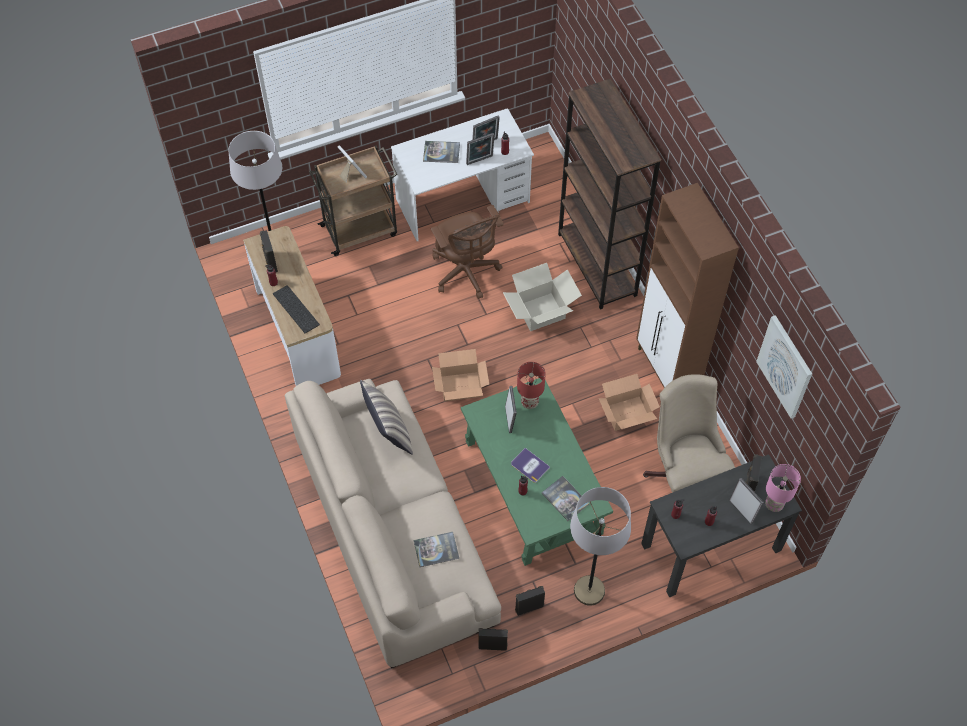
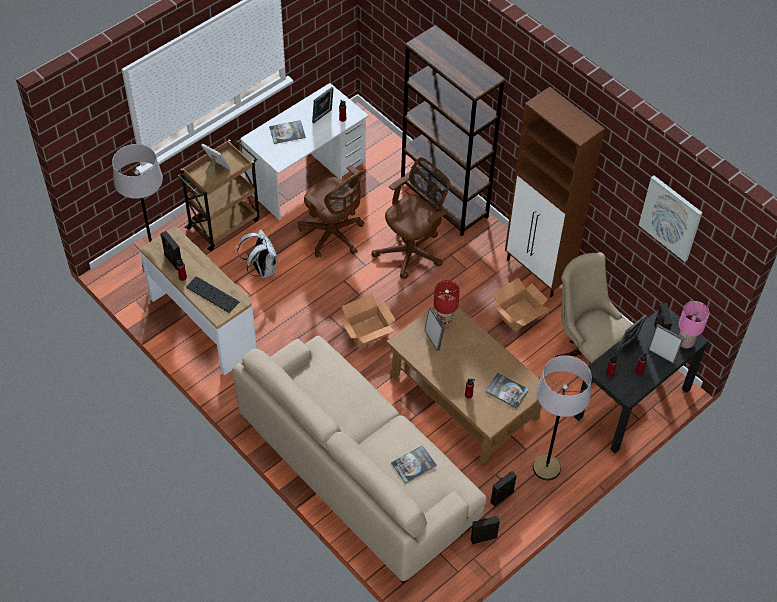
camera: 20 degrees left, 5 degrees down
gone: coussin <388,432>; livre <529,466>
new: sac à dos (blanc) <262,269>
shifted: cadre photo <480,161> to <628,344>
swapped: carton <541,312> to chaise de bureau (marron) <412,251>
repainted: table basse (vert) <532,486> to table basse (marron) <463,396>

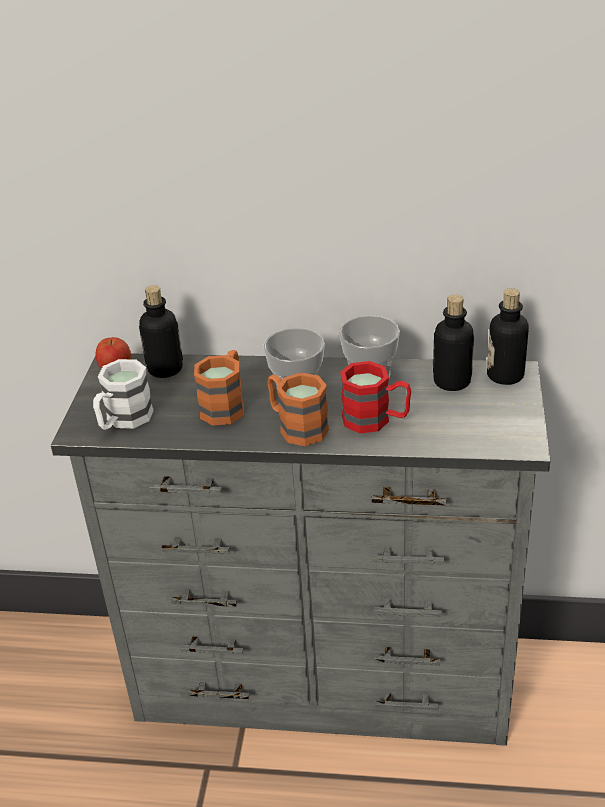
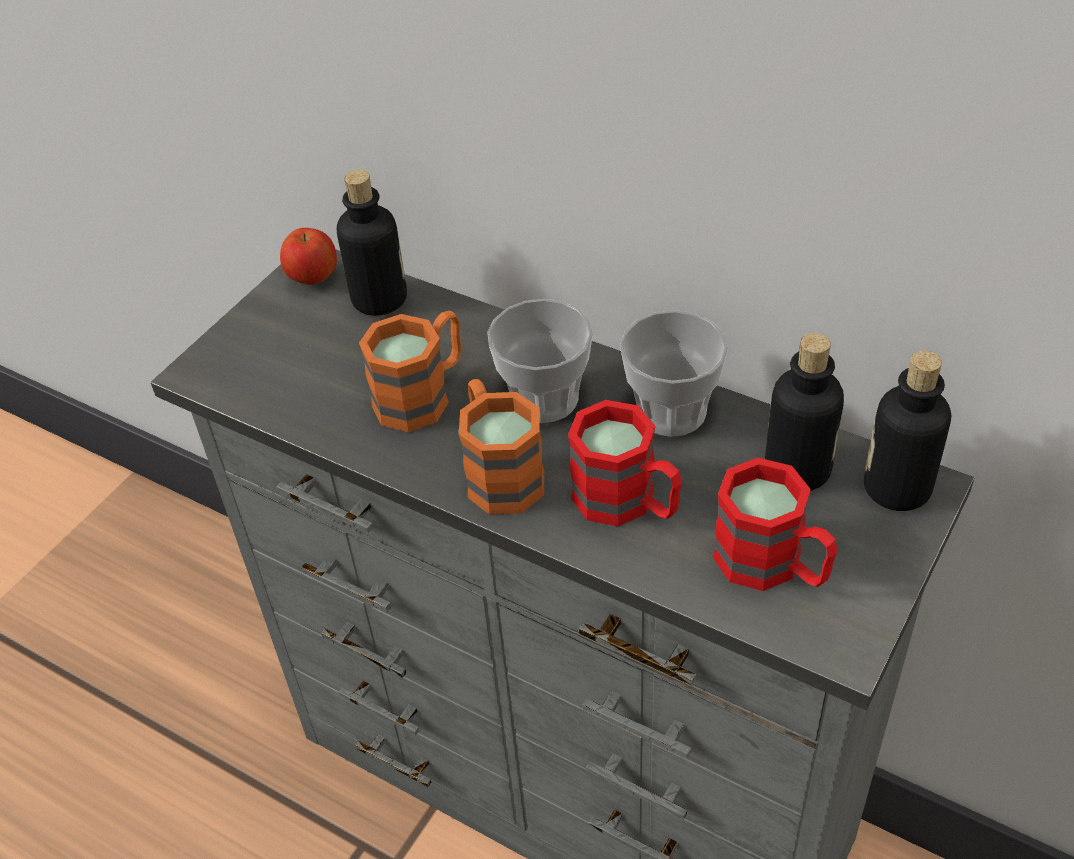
camera: 25 degrees right, 10 degrees up
gone: mug (blanc) <123,420>
new: mug (rouge) <772,566>

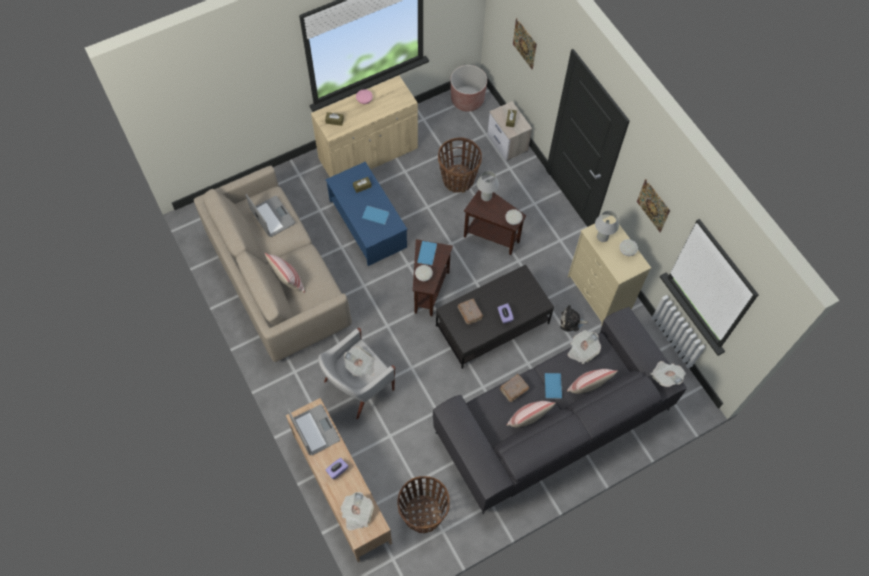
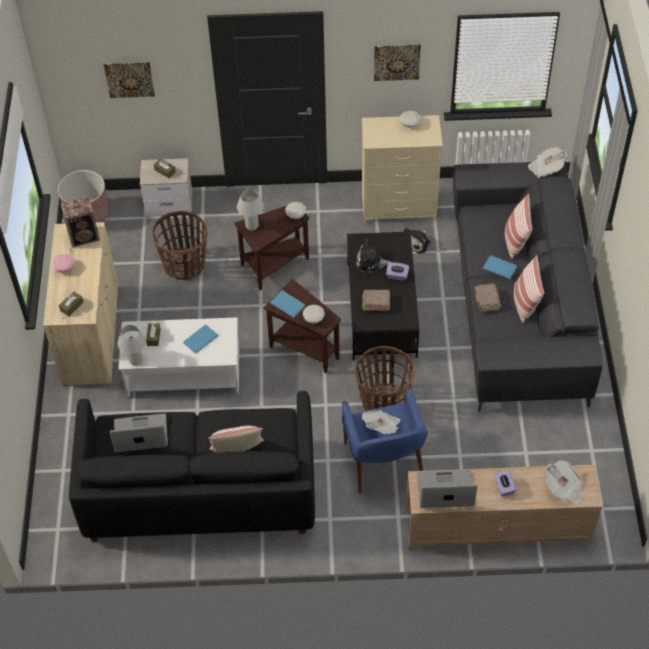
camera: 60 degrees left, 10 degrees down
gone: journal <582,350>
new: enceinte <85,236>; peluche <370,262>
shifted: panier <423,514> to <383,403>; lampe de table (blanc) <602,237> to <135,360>
repainted: canapé (beige) <278,280> to canapé (noir) <199,491>; fauteuil (blanc) <357,386> to fauteuil (bleu) <384,462>; table basse (bleu) <367,223> to table basse (blanc) <183,372>

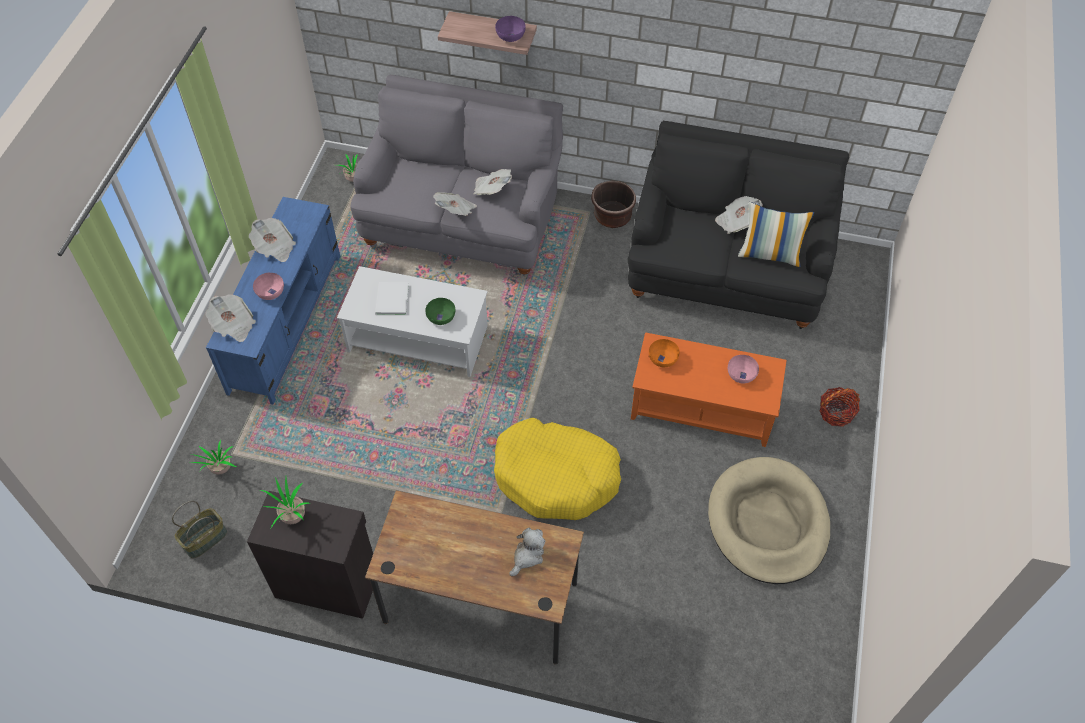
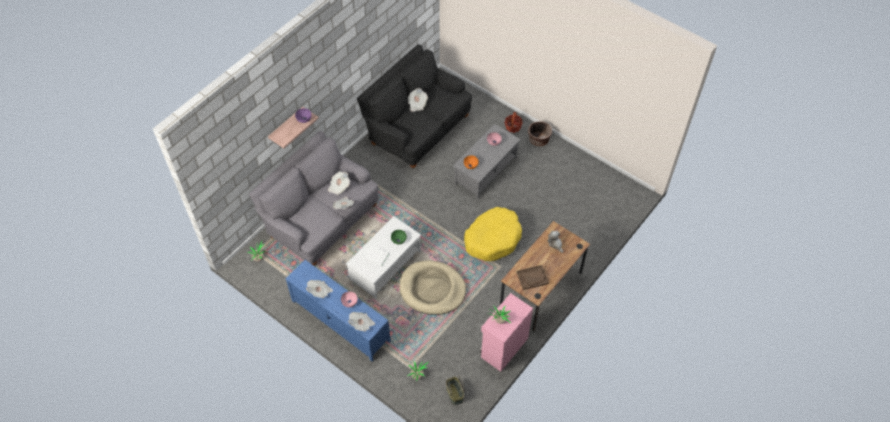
camera: 65 degrees left, 0 degrees up
gone: coussin <770,254>
new: plateau (marron) <532,278>
shifted: cache-pot (marron) <612,216> to <538,140>; panier pour chien (beige) <767,523> to <432,289>
repainted: meuble de rangement (noir) <327,583> to meuble de rangement (rose) <503,347>; table basse (orange) <702,407> to table basse (gris) <485,170>

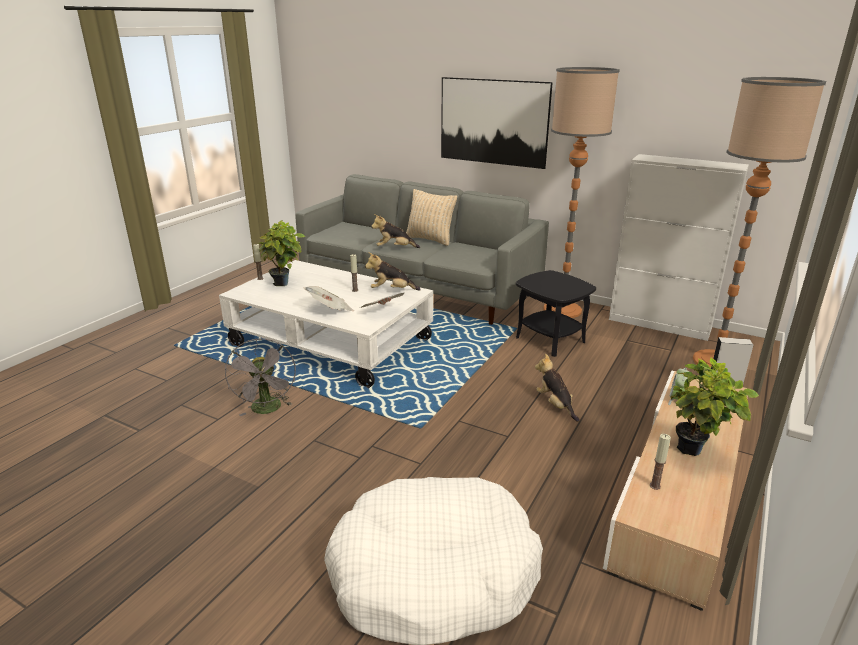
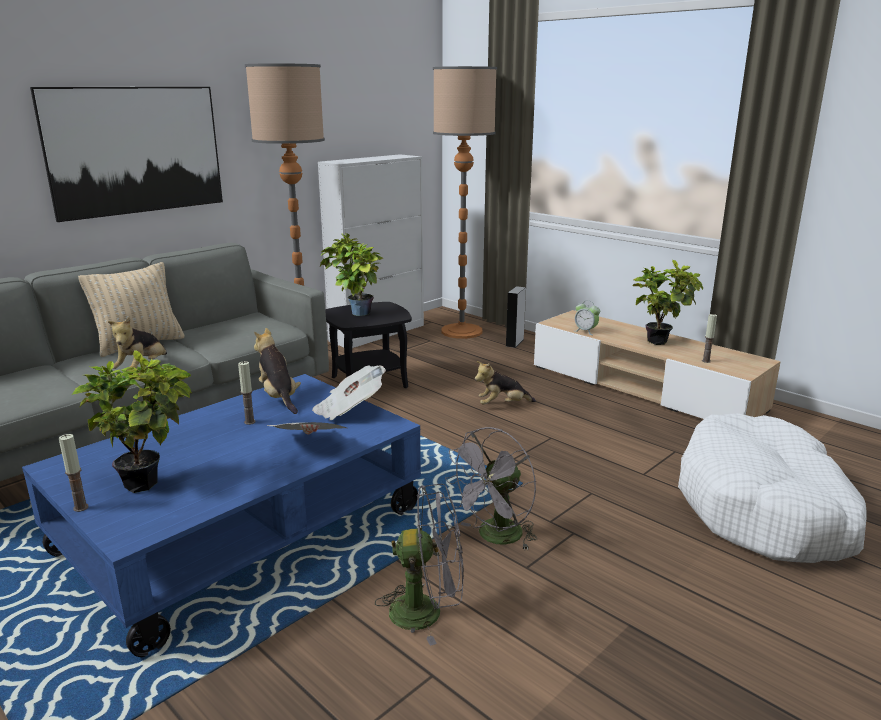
camera: 75 degrees left, 5 degrees down
new: plante en pot <355,314>; ventilateur (gris) <495,538>
repainted: table basse (blanc) <331,342> to table basse (bleu) <242,531>
rotated: peluche <391,290> = <279,397> 135 degrees clockwise

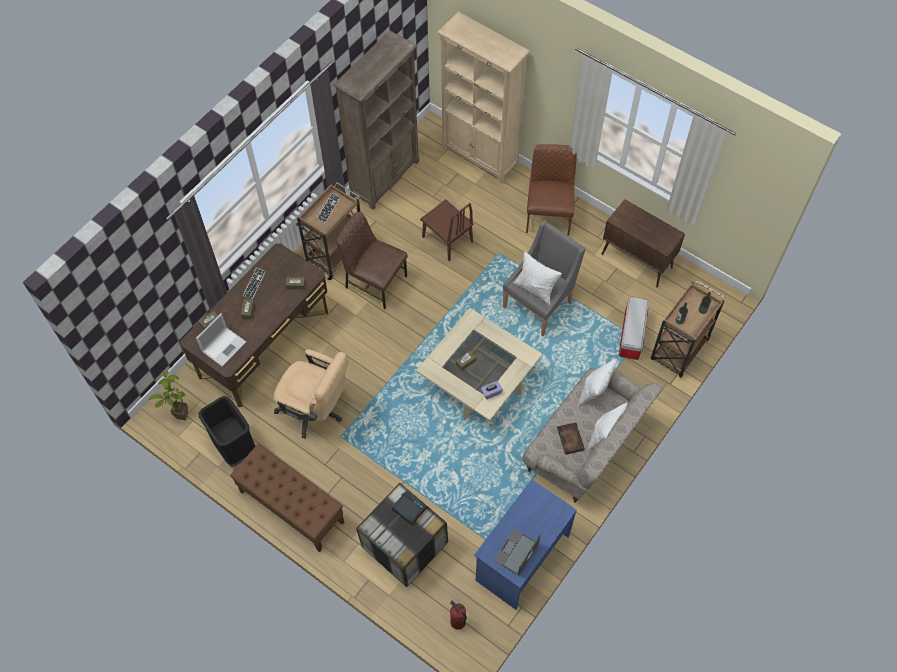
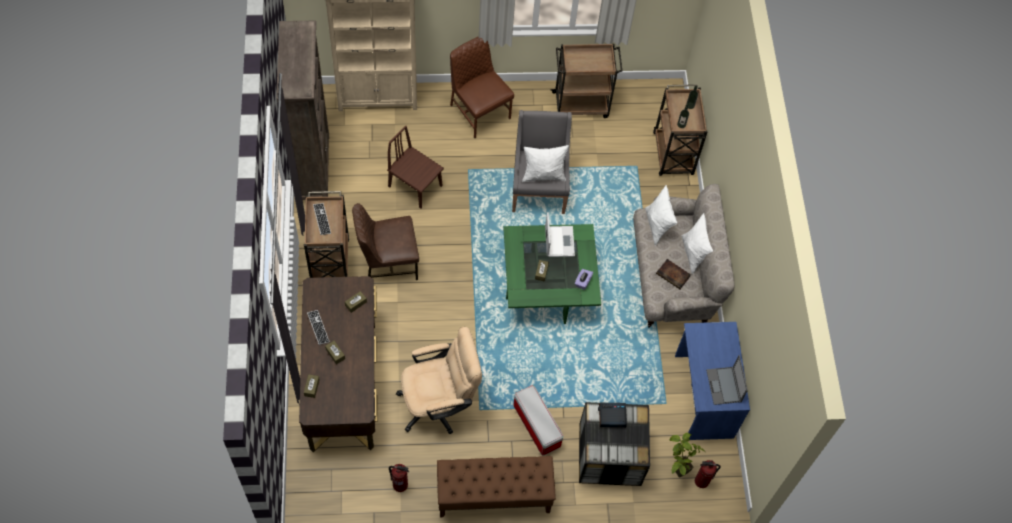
camera: 45 degrees left, 0 degrees up
shifted: plante en pot <178,413> to <675,472>; ordinateur portable <224,346> to <559,241>; boîte de rangement <631,334> to <536,425>
swapped: poubelle (noir) <235,447> to extincteur <400,484>; meuble de rangement (marron) <637,261> to chariot (marron) <581,104>
repainted: table basse (beige) <478,382> to table basse (vert) <548,285>
rotated: chaise (marron) <447,239> = <415,186> 150 degrees counterclockwise

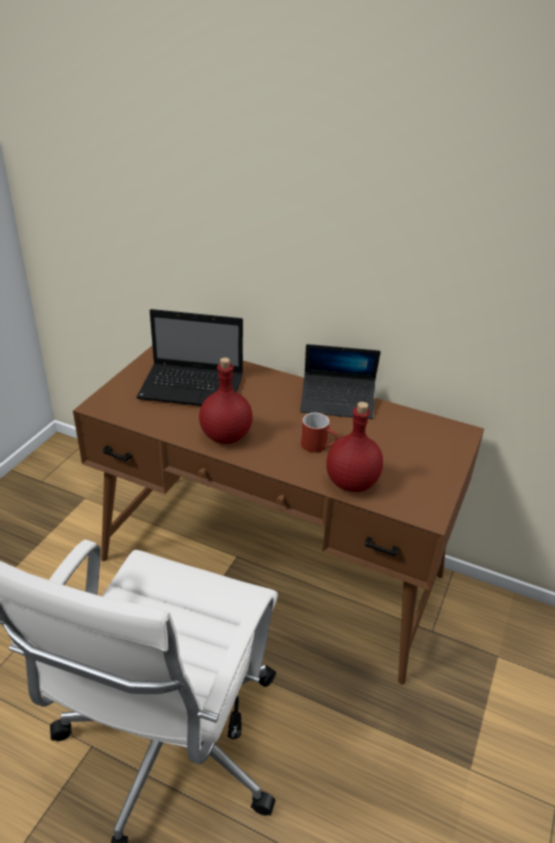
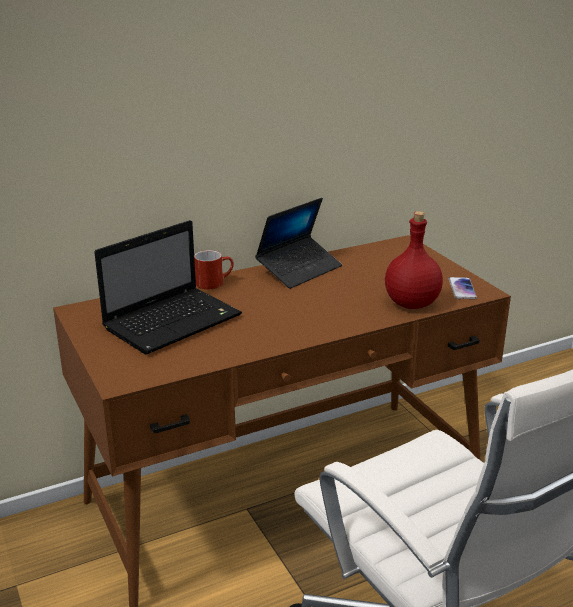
camera: 50 degrees left, 10 degrees down
gone: bouteille (rouge) <225,435>
new: téléphone <462,289>
shifted: mug (rouge) <319,446> to <214,282>

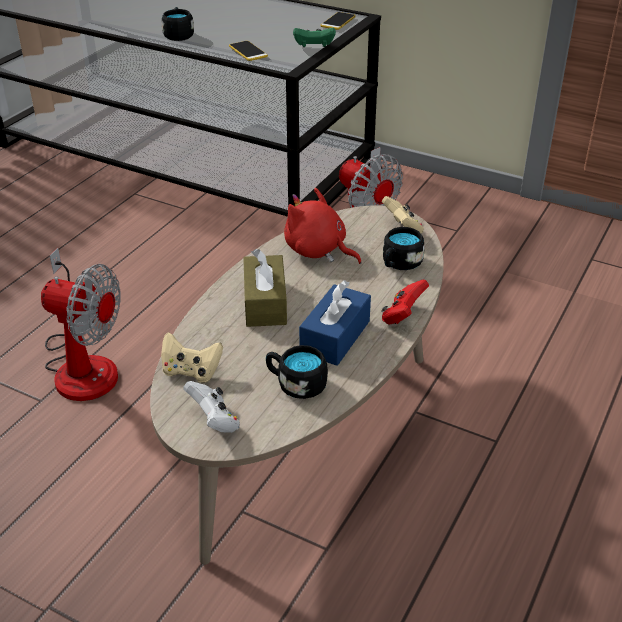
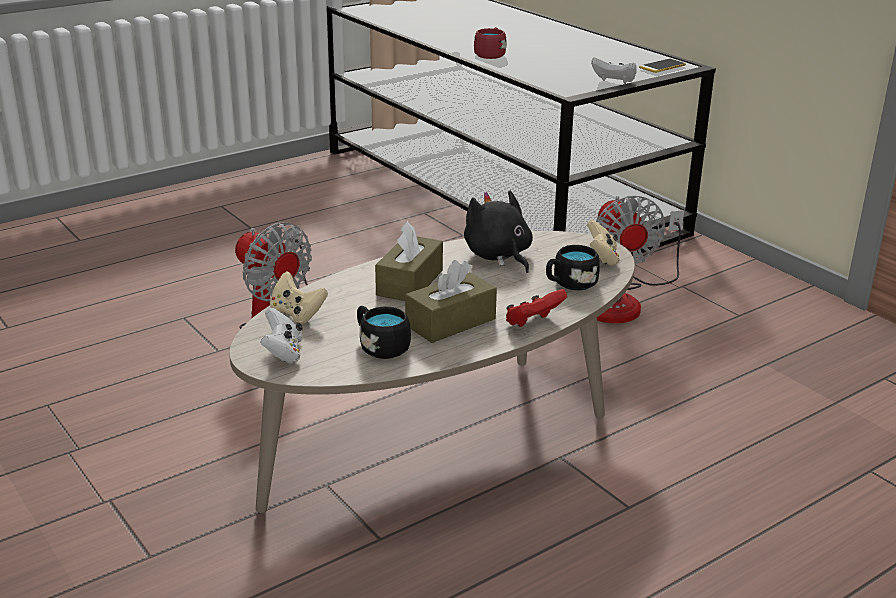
camera: 25 degrees right, 10 degrees down
gone: téléphone <248,51>
repainted: mug (noir) <178,34> to mug (rouge) <491,54>; peluche (rouge) <318,251> to peluche (noir) <498,256>; manette (vert) <314,47> to manette (blanc) <614,82>; boîte à mouchoirs (bleu) <335,337> to boîte à mouchoirs (marron) <450,322>

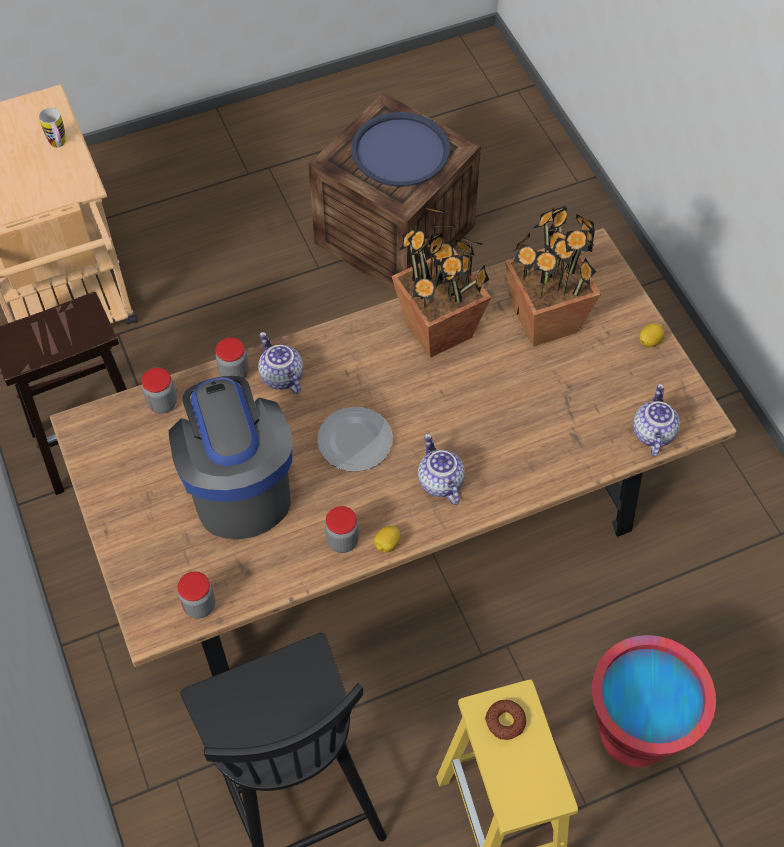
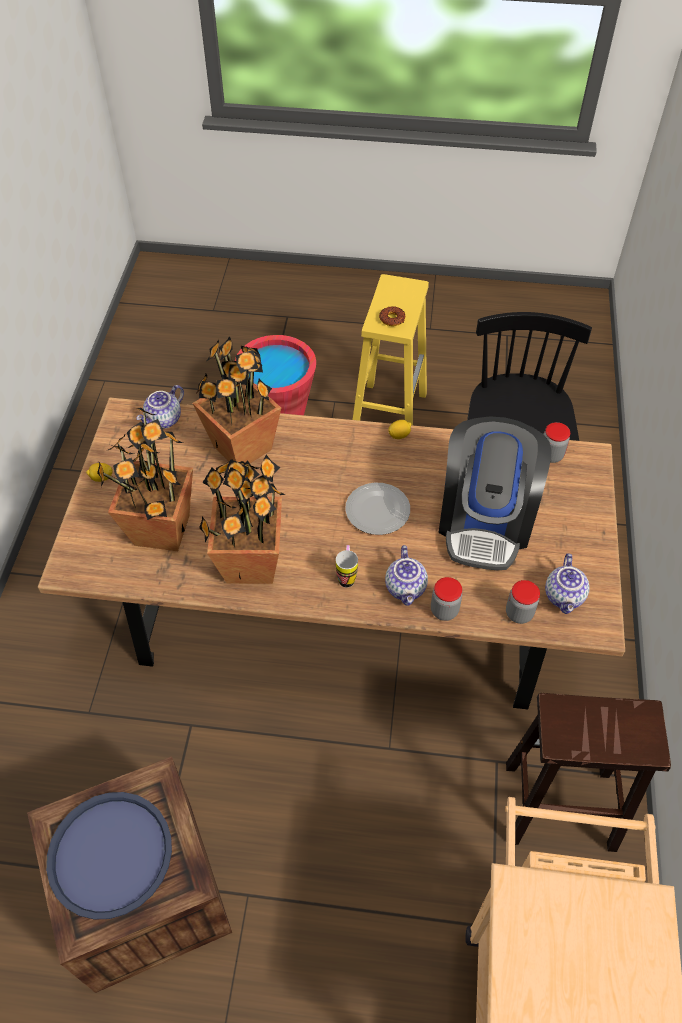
camera: 150 degrees left, 5 degrees down
gone: bocal <342,541>
new: plante en pot <243,447>
shifted: mug <59,145> to <347,576>; théière <439,482> to <565,596>

